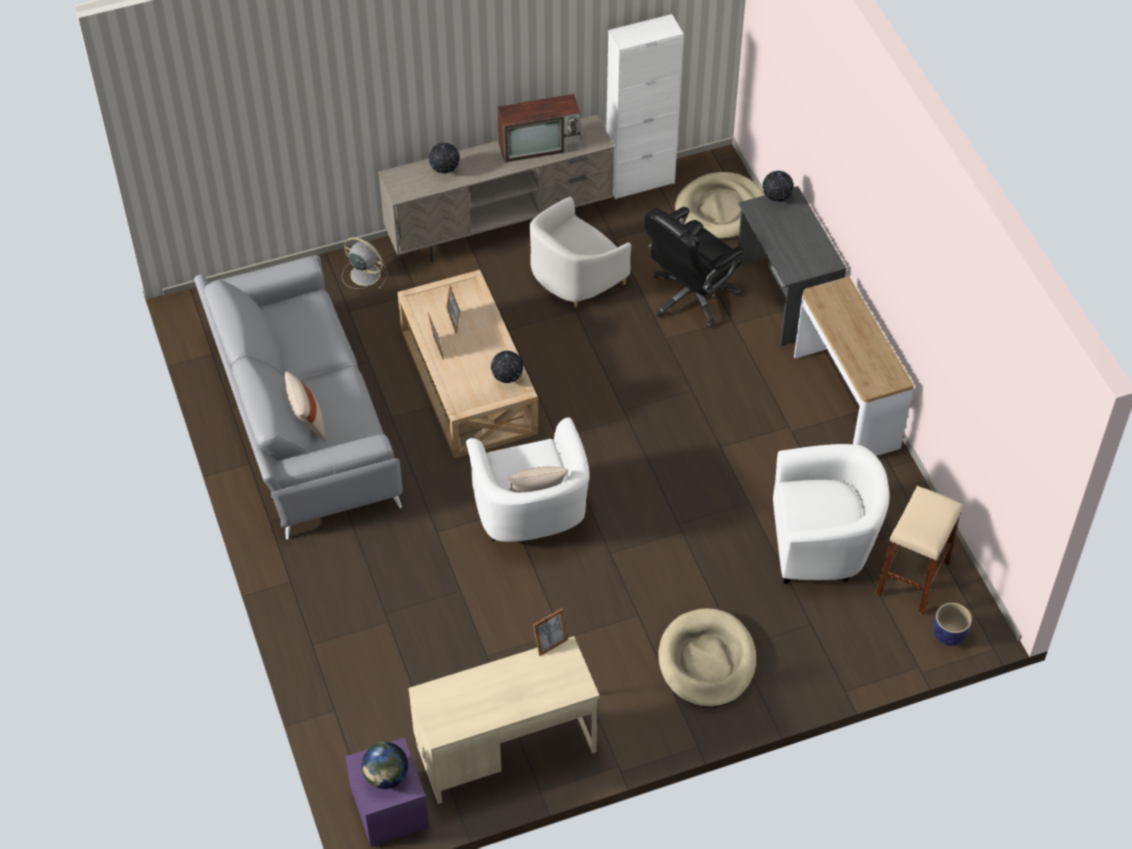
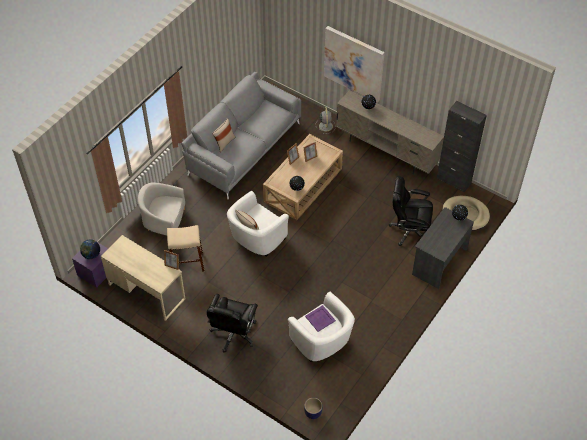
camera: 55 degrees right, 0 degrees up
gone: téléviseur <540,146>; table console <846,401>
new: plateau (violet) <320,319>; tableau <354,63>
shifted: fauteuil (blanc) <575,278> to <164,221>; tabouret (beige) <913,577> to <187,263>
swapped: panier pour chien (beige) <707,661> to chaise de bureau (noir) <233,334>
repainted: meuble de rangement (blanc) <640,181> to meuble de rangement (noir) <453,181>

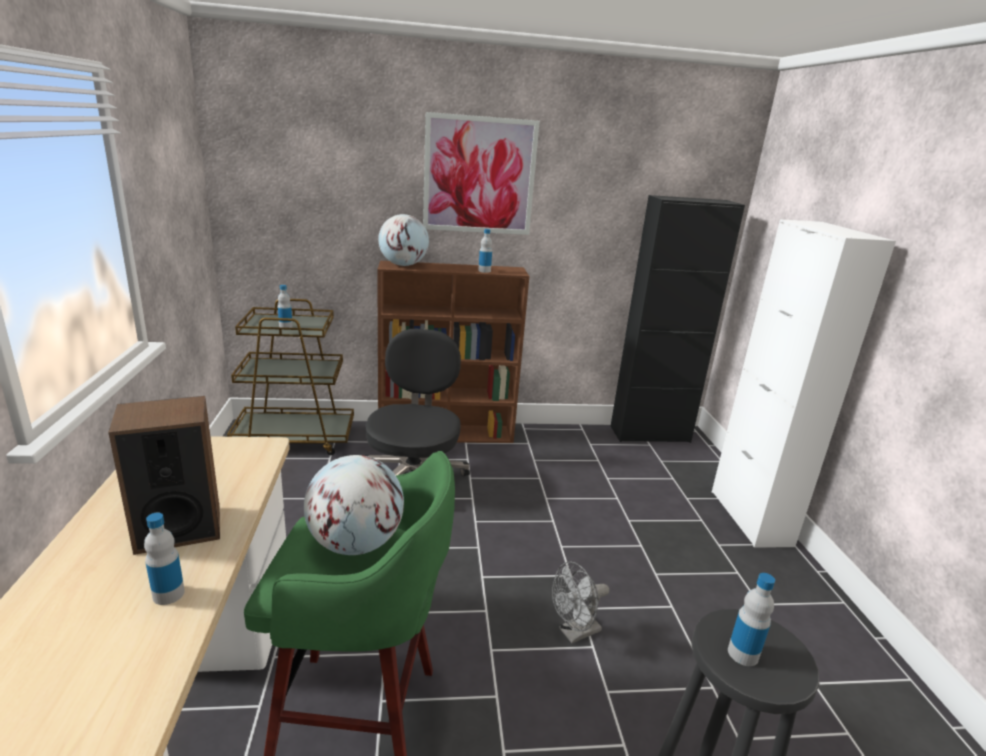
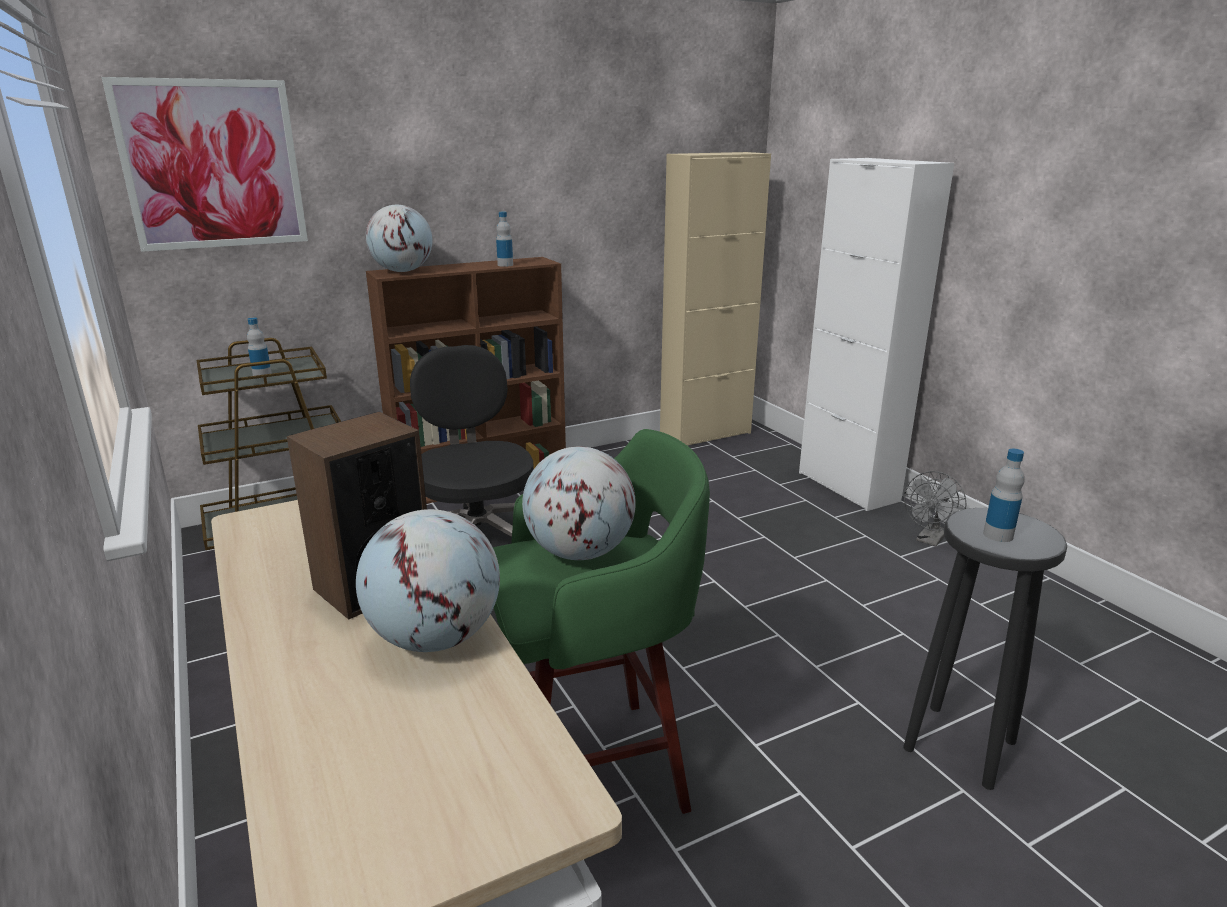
camera: 20 degrees left, 0 degrees up
shifted: tableau <479,176> to <212,165>; ventilateur (gris) <575,633> to <930,540>
swapped: bouteille <168,594> to globe <435,638>
repainted: meuble de rangement (noir) <650,434> to meuble de rangement (beige) <705,434>

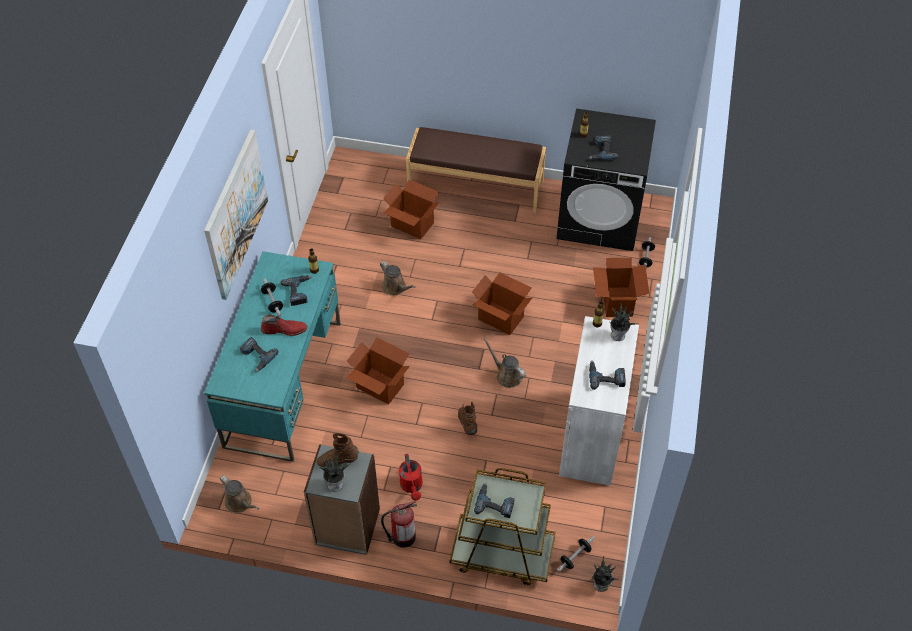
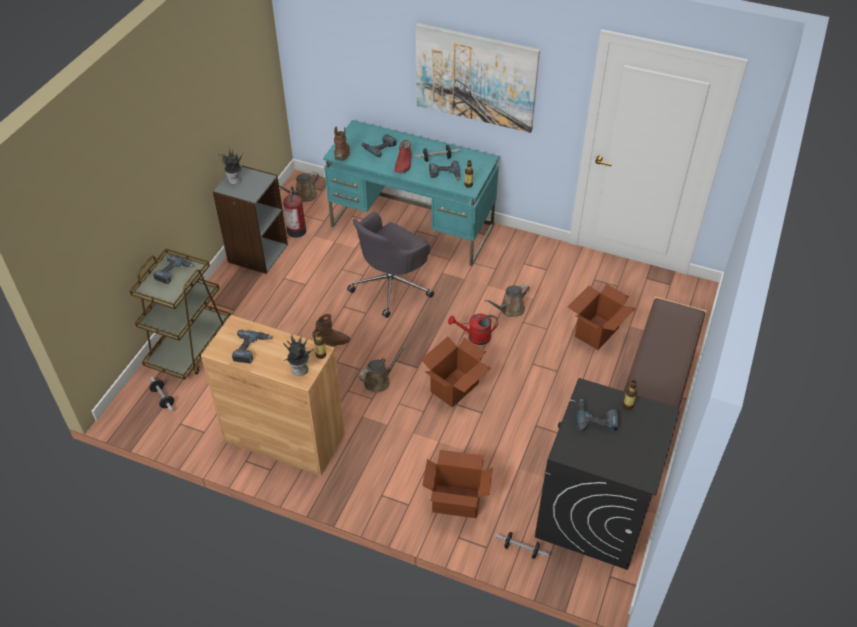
camera: 100 degrees right, 5 degrees down
gone: plante en pot <601,585>
shifted: botte (marron) <338,460> to <343,155>; extincteur <402,537> to <296,230>; arrosoir (rouge) <412,486> to <474,337>
swapped: carton <380,386> to chaise de bureau (gris) <392,286>
repainted: meuble de rangement (blanc) <592,437> to meuble de rangement (marron) <284,438>

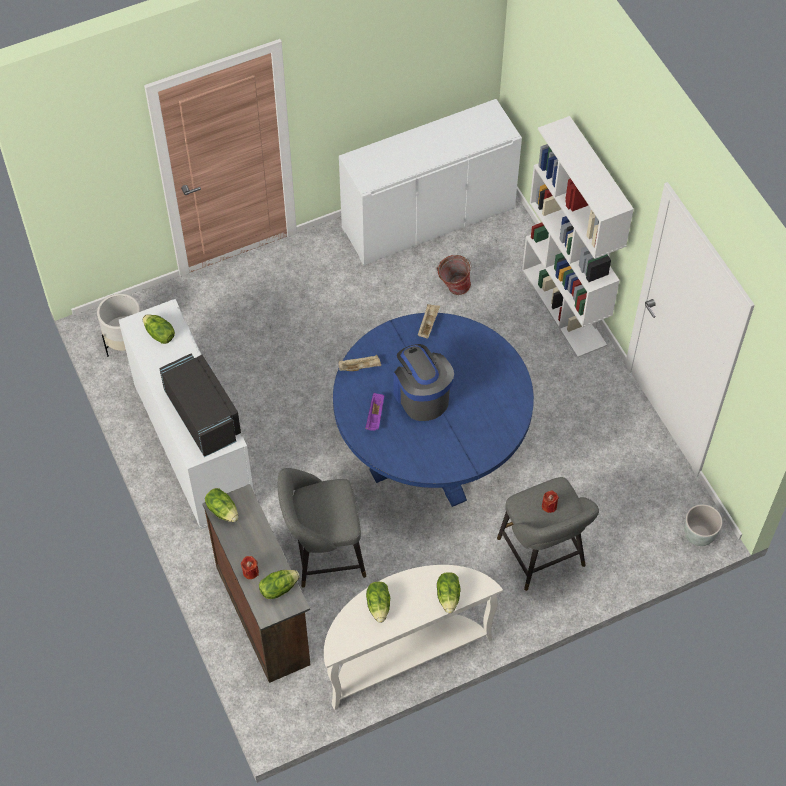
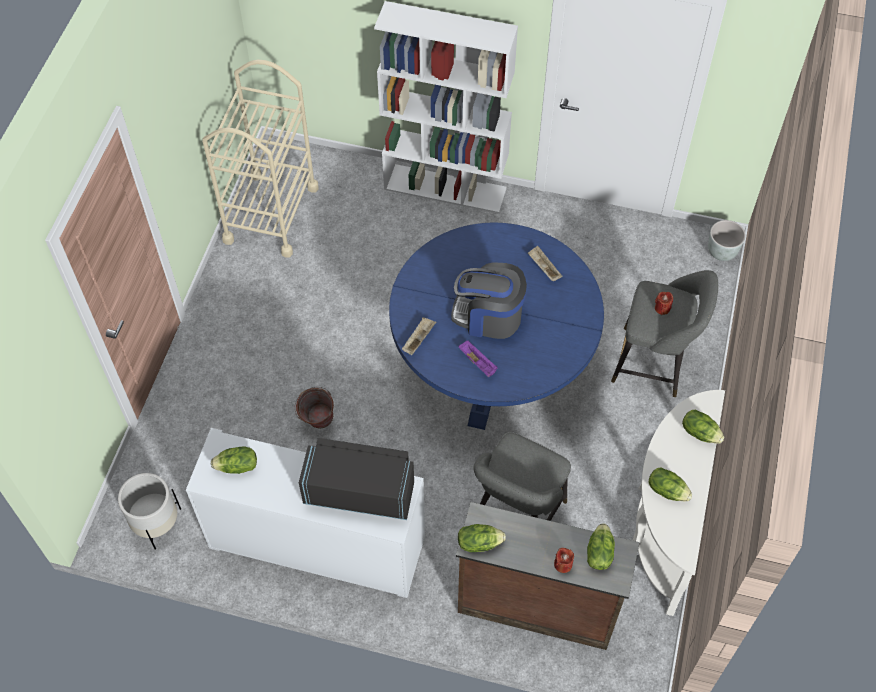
camera: 50 degrees left, 0 degrees up
shifted: plateau (beige) <428,324> to <543,268>; seau <453,287> to <317,423>
swapped: meuble de rangement (blanc) <428,218> to chariot (beige) <271,214>

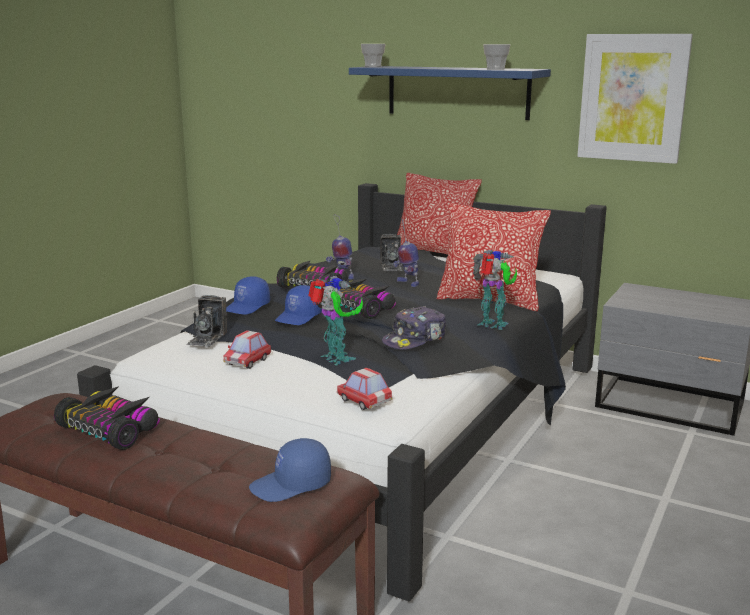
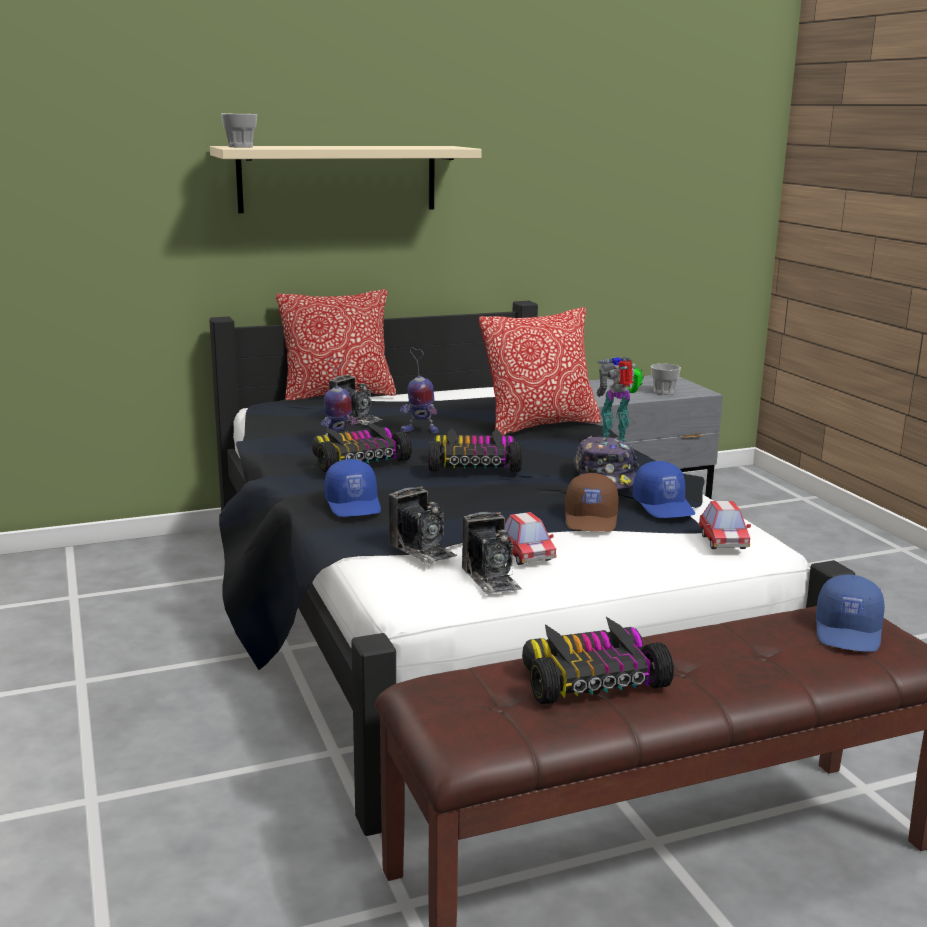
camera: 50 degrees left, 0 degrees up
gone: tableau <632,98>
new: appareil photo <491,578>
shifted: casquette (bleu) <299,317> to <664,506>; tasse <495,69> to <663,392>
swapped: robot jouet <335,359> to casquette (marron) <592,520>
repainted: étagère (bleu) <457,92> to étagère (beige) <338,178>
rotated: petite voiture <364,401> = <723,541> 90 degrees counterclockwise

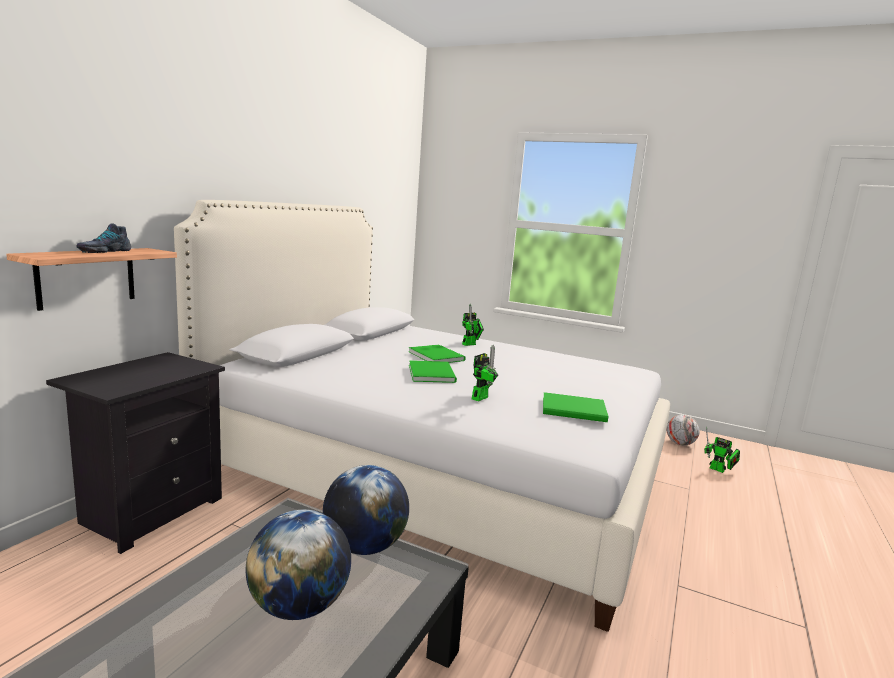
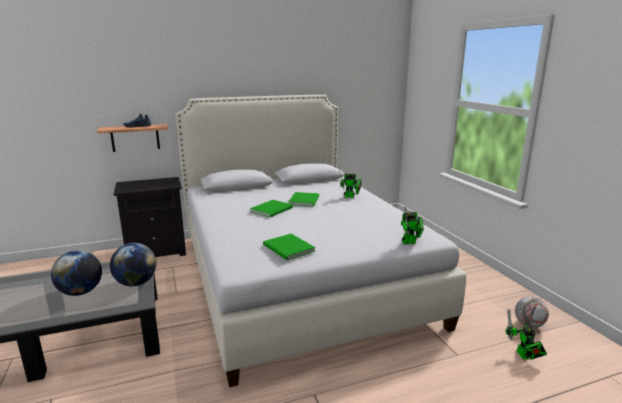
camera: 45 degrees right, 5 degrees up
shifted: robot jouet <481,397> to <411,242>

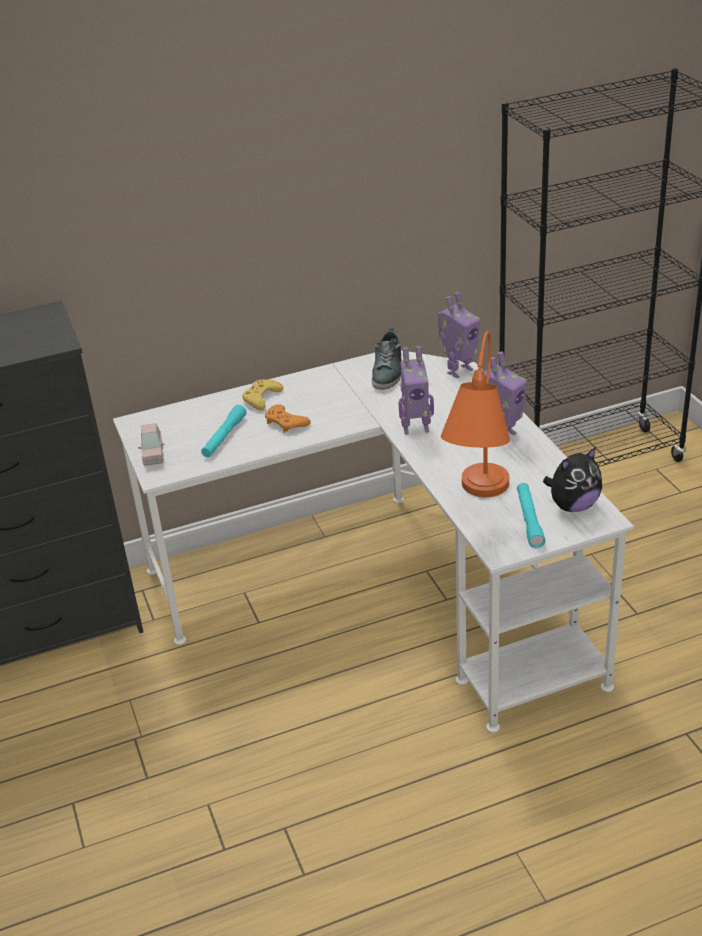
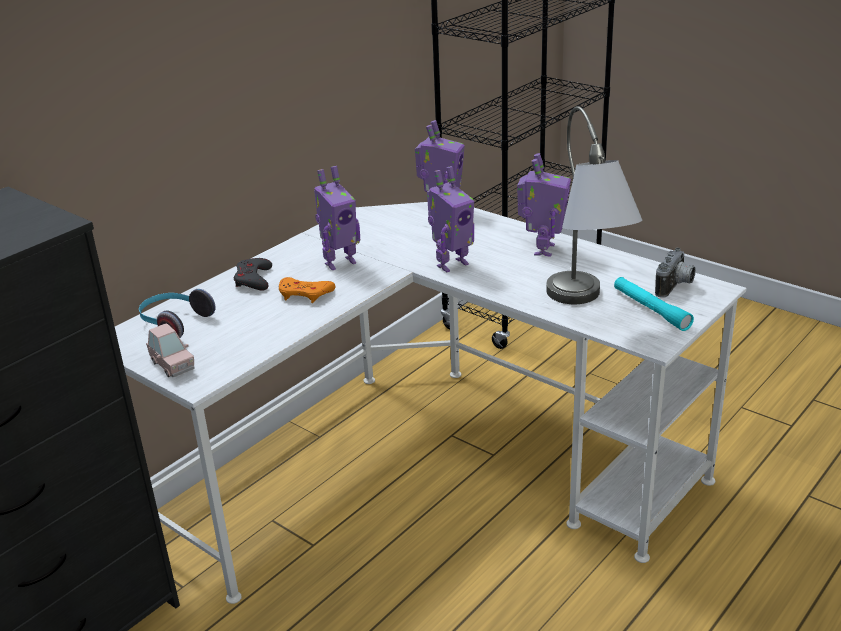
camera: 30 degrees left, 5 degrees down
gone: lampe de poche (turquoise) <224,437>; chaussure <388,372>
new: casque audio <174,323>; robot jouet <339,262>
swapped: peluche <573,506> to appareil photo <675,287>
repainted: manette (jaune) <261,398> to manette (gris) <253,279>; lampe de table (orange) <478,502> to lampe de table (gris) <585,309>

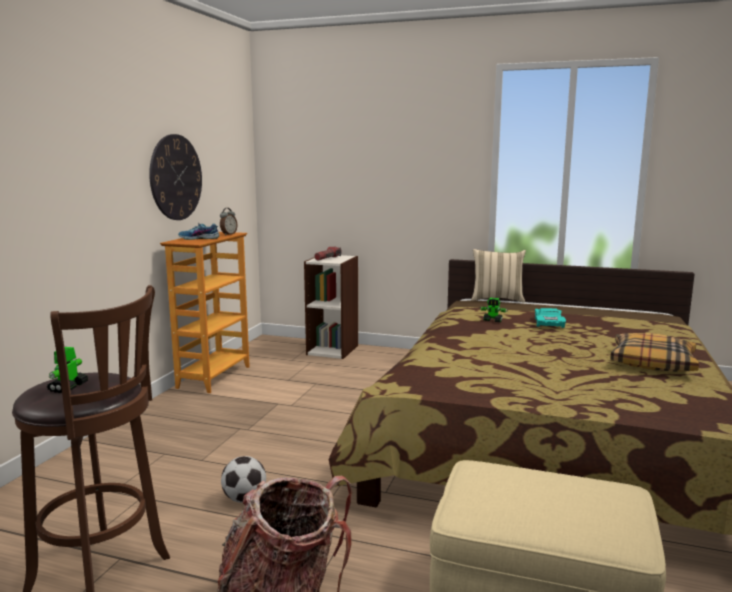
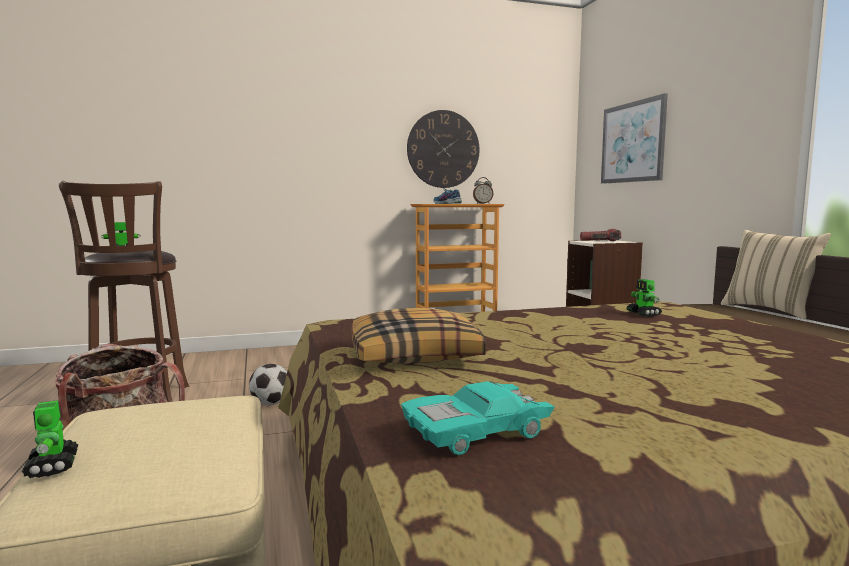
camera: 55 degrees right, 5 degrees down
new: robot jouet <52,466>; tableau <632,142>
shifted: petite voiture (turquoise) <549,323> to <476,431>; coussin <652,363> to <416,354>

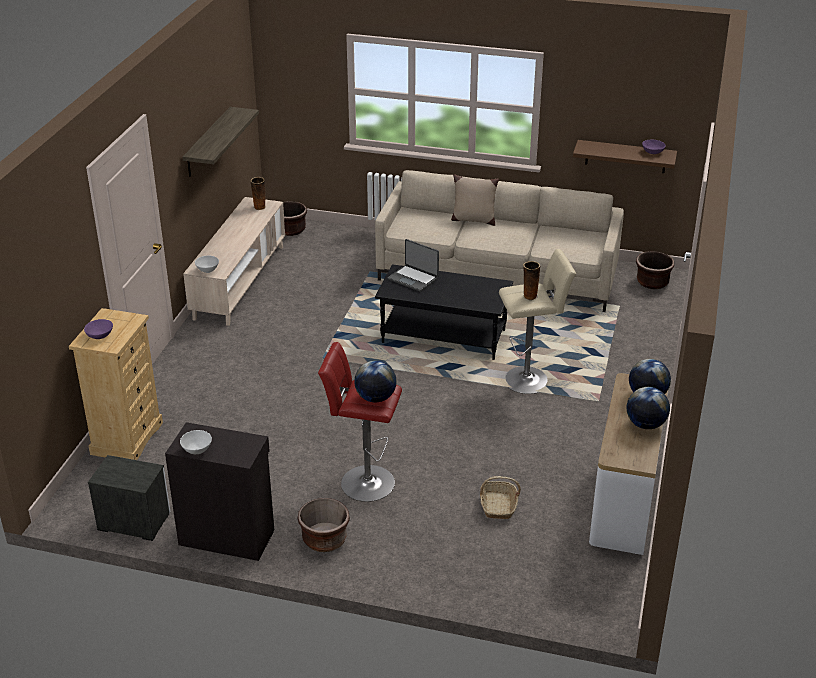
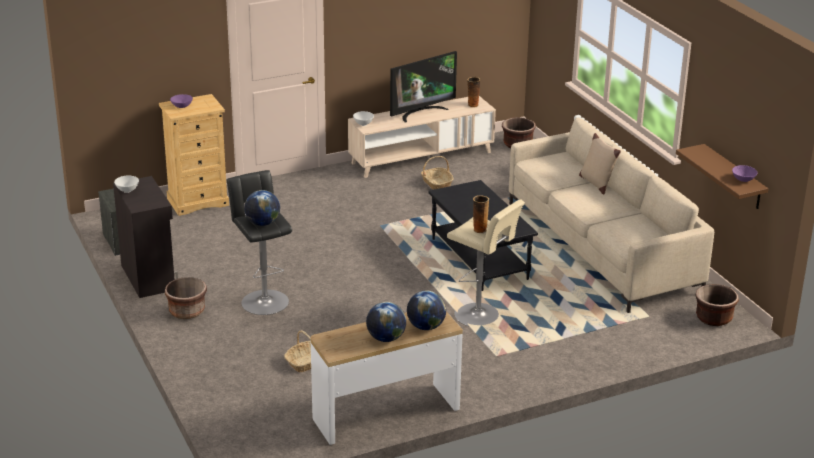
camera: 50 degrees right, 5 degrees down
gone: étagère <208,142>; ordinateur portable <413,278>
new: téléviseur <421,112>; panier <436,183>
repainted: tabouret (rouge) <363,482> to tabouret (noir) <263,300>

